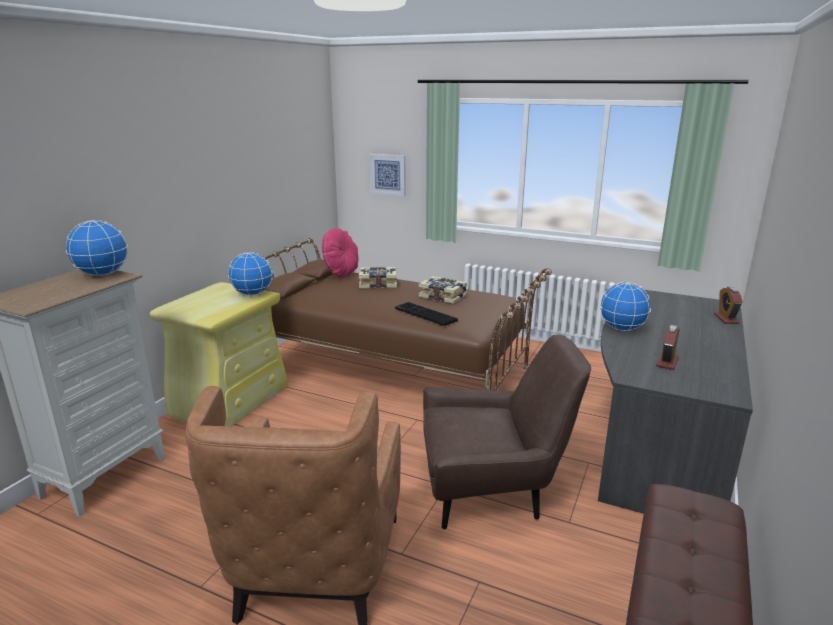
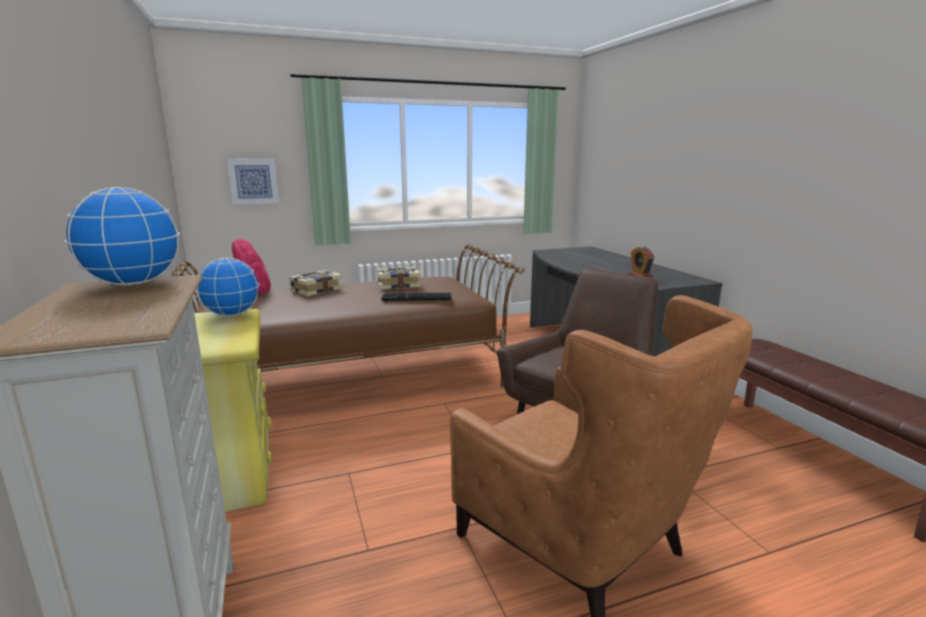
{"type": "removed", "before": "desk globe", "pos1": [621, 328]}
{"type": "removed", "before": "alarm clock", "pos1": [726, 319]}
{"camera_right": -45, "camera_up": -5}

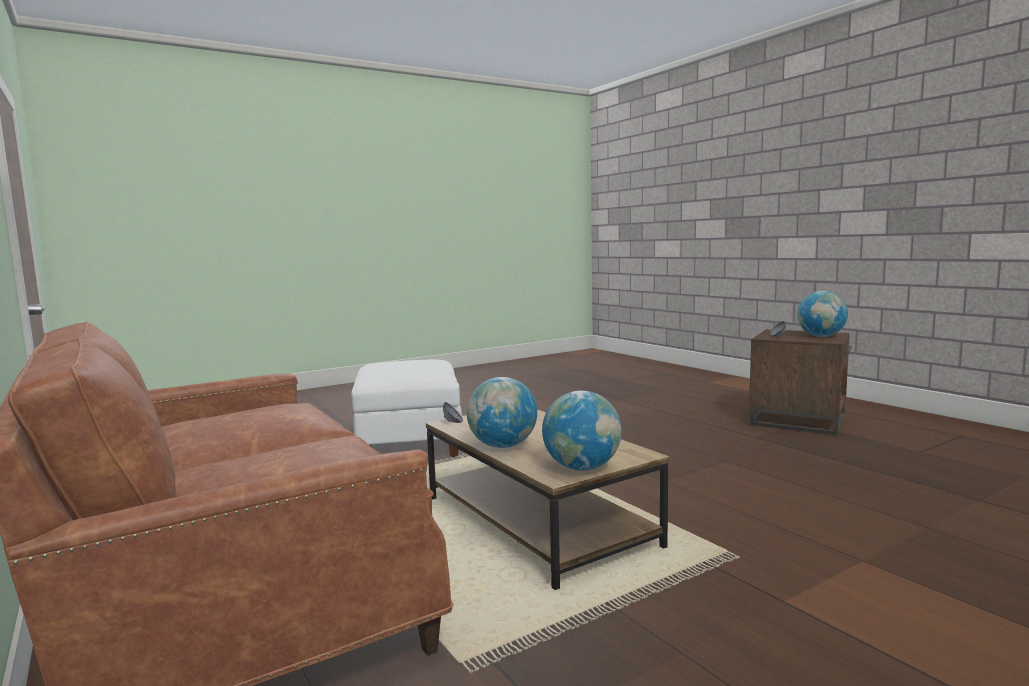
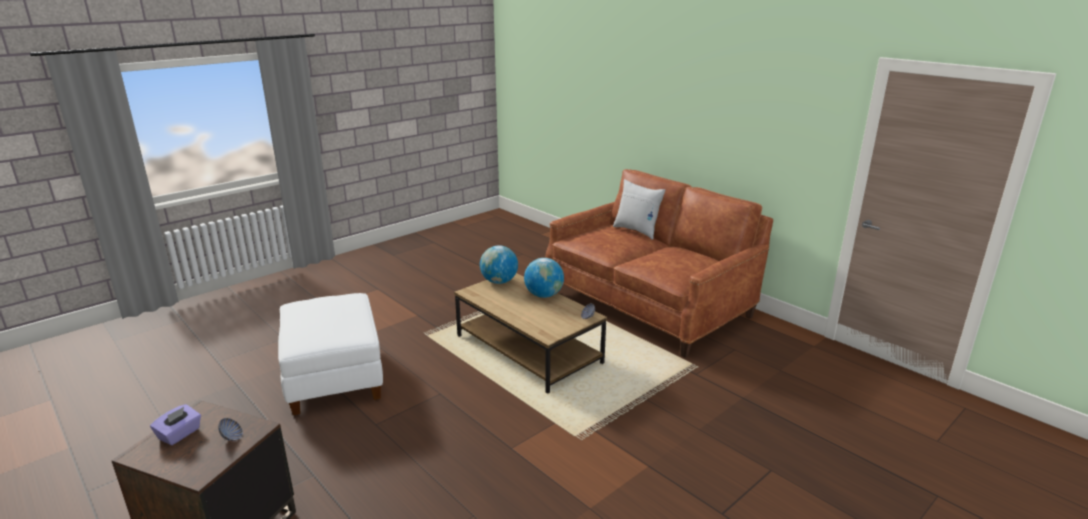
{"type": "replaced", "before": "desk globe", "after": "purplish tissue holder", "pos1": [821, 336], "pos2": [180, 434]}
{"type": "moved", "before": "whitish ottoman", "pos1": [410, 442], "pos2": [334, 378]}
{"type": "added", "after": "gray cushion", "pos2": [636, 231]}
{"camera_right": 170, "camera_up": 15}

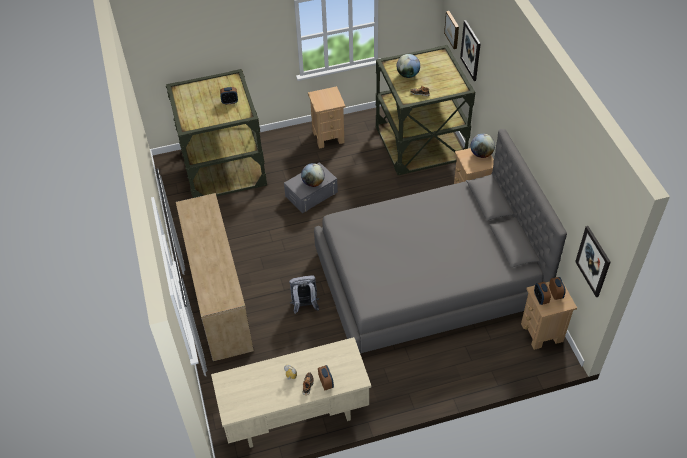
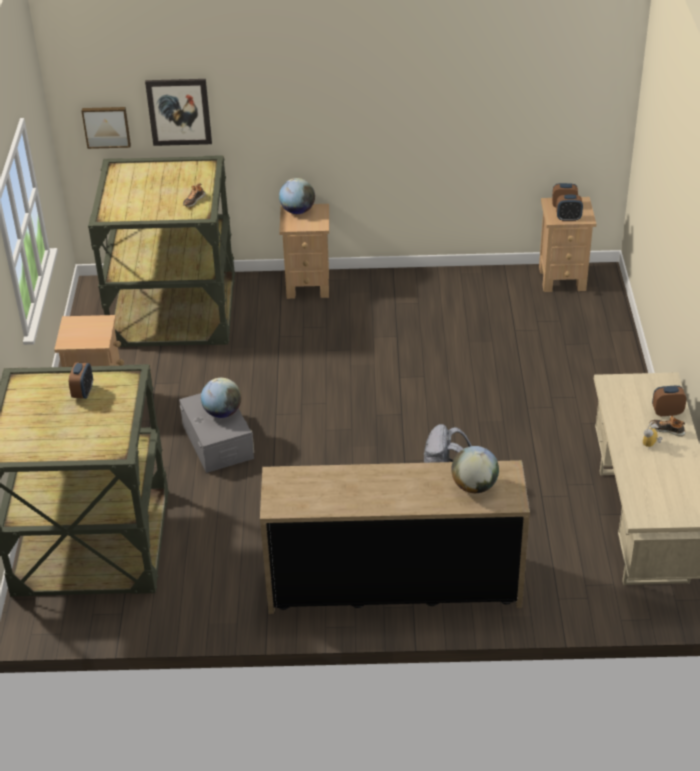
{"type": "moved", "before": "desk globe", "pos1": [408, 75], "pos2": [474, 486]}
{"type": "removed", "before": "gray sleeping bed", "pos1": [428, 279]}
{"type": "removed", "before": "wall art", "pos1": [593, 261]}
{"camera_right": -75, "camera_up": -10}

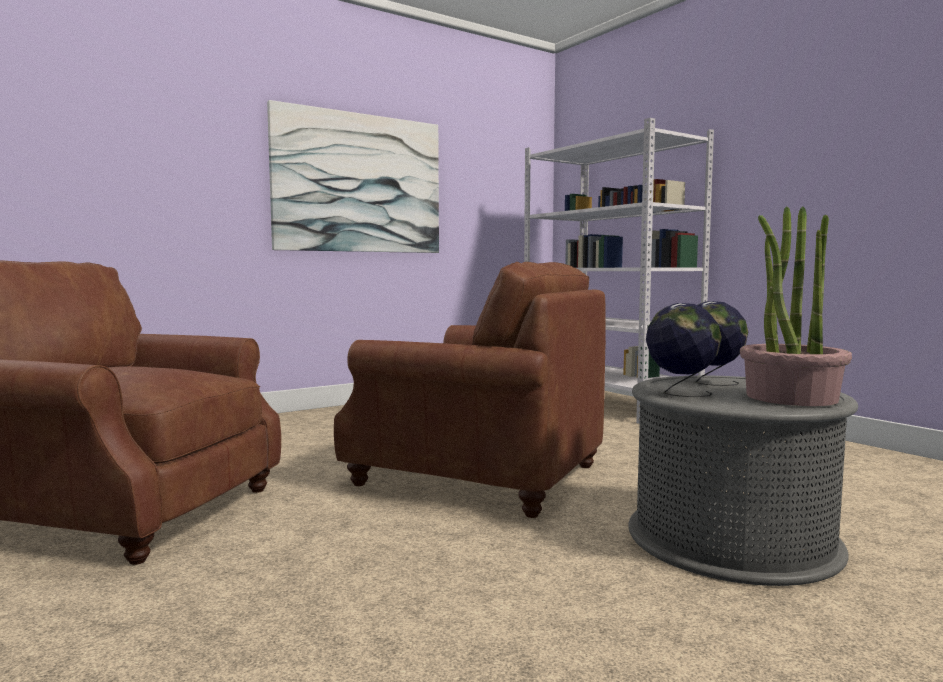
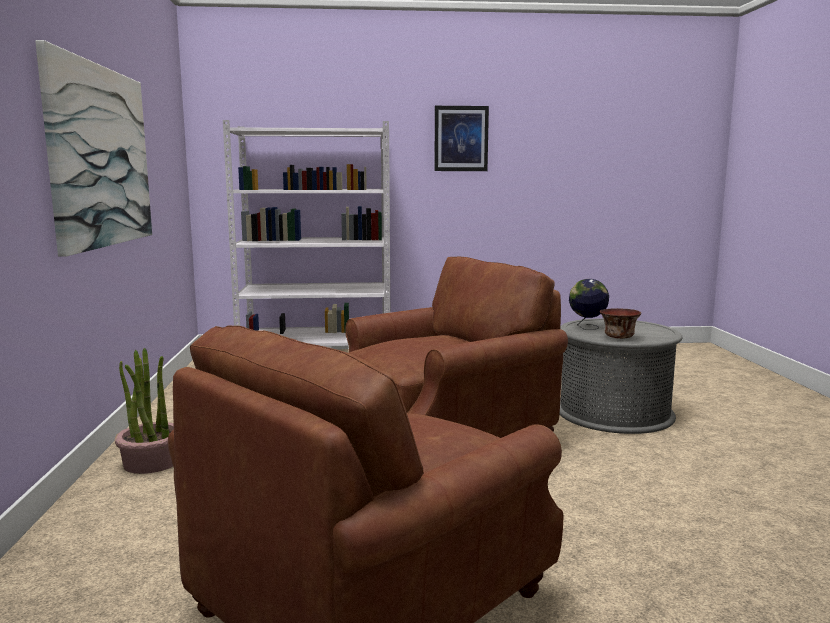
{"type": "moved", "before": "plant in a pot", "pos1": [791, 397], "pos2": [151, 462]}
{"type": "replaced", "before": "desk globe", "after": "deep dish", "pos1": [680, 393], "pos2": [619, 337]}
{"type": "added", "after": "wall art", "pos2": [461, 138]}
{"camera_right": -60, "camera_up": 5}

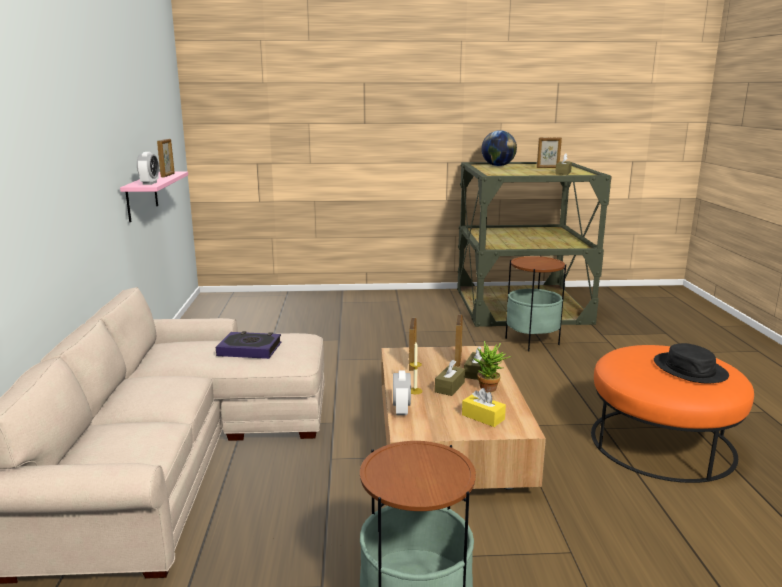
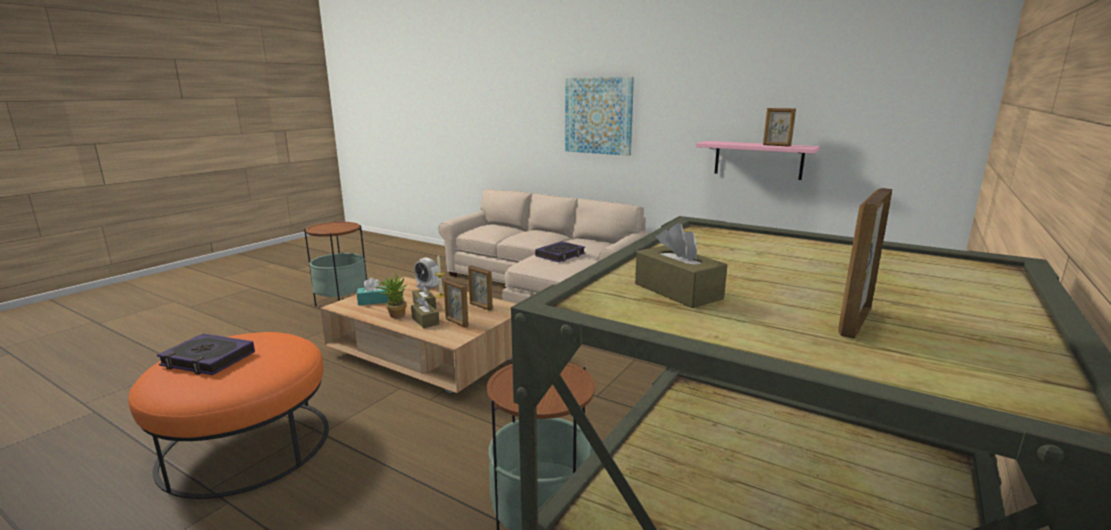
{"type": "removed", "before": "desk globe", "pos1": [498, 166]}
{"type": "removed", "before": "alarm clock", "pos1": [149, 183]}
{"type": "replaced", "before": "black-coloured clothing hat", "after": "book", "pos1": [690, 369], "pos2": [208, 359]}
{"type": "recoloured", "before": "yellowish tissue holder", "after": "blue-green tissue holder", "pos1": [483, 417], "pos2": [373, 301]}
{"type": "added", "after": "wall art", "pos2": [598, 116]}
{"camera_right": 125, "camera_up": 0}

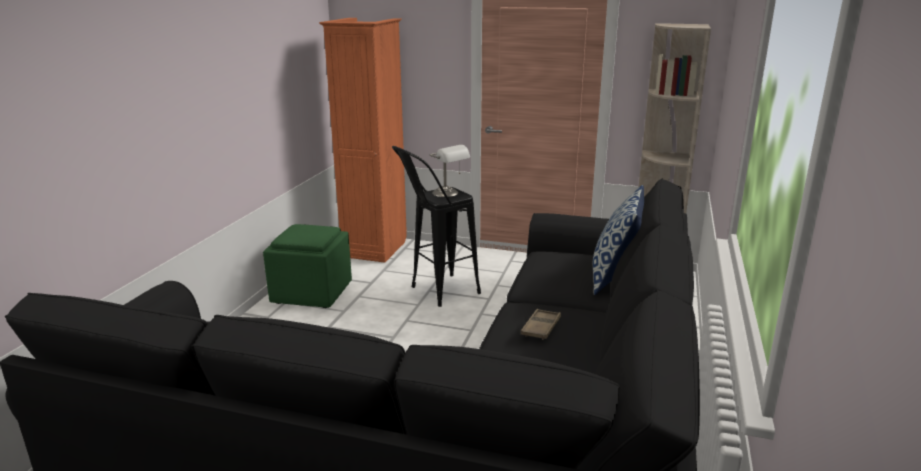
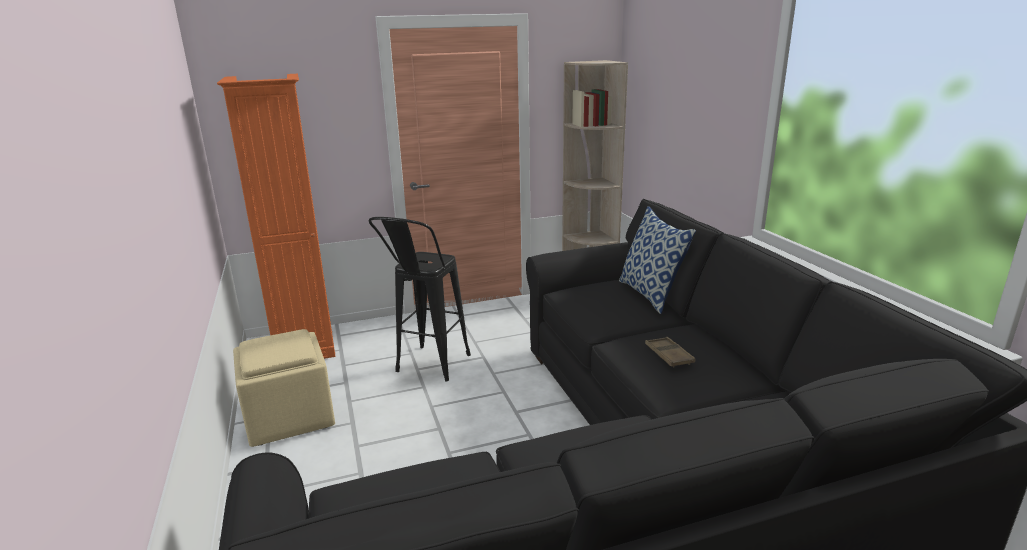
{"type": "removed", "before": "whitish lamp for a table", "pos1": [449, 194]}
{"type": "recoloured", "before": "green-coloured ottoman", "after": "beige-coloured ottoman", "pos1": [313, 293], "pos2": [290, 417]}
{"camera_right": -35, "camera_up": 0}

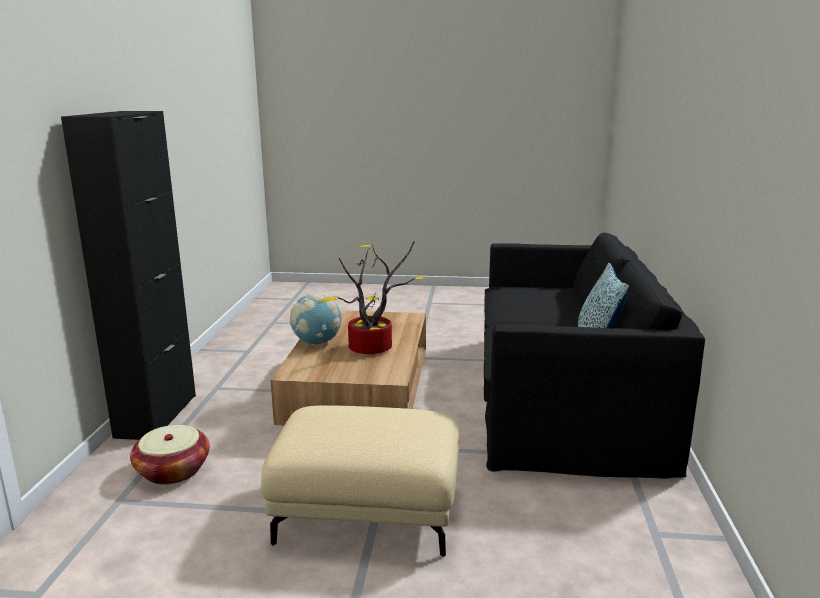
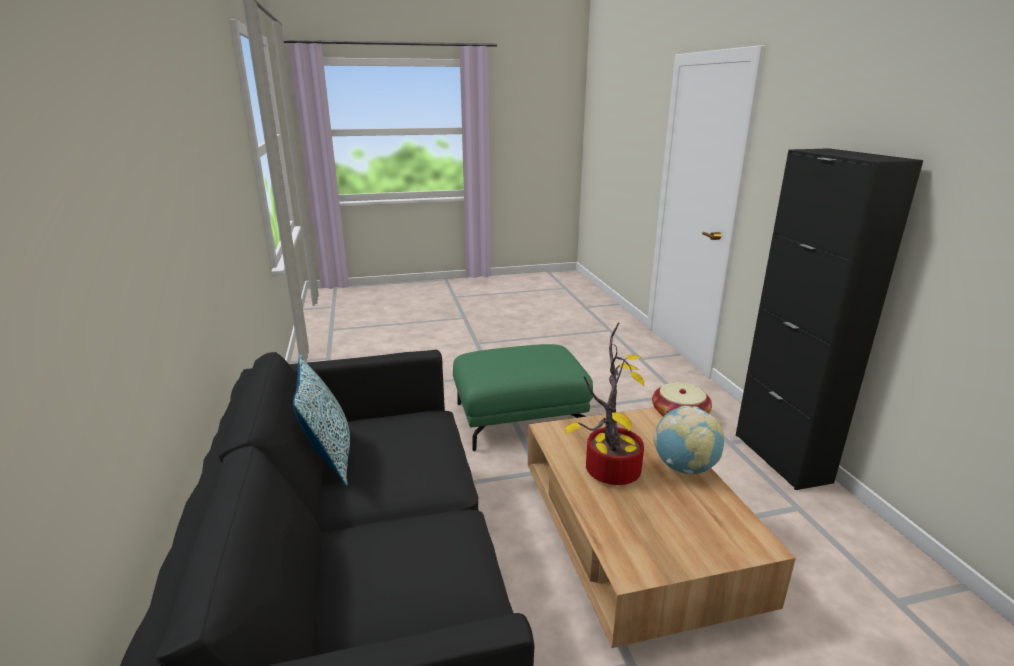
{"type": "recoloured", "before": "beige-coloured ottoman", "after": "green-coloured ottoman", "pos1": [366, 512], "pos2": [520, 418]}
{"camera_right": 160, "camera_up": 5}

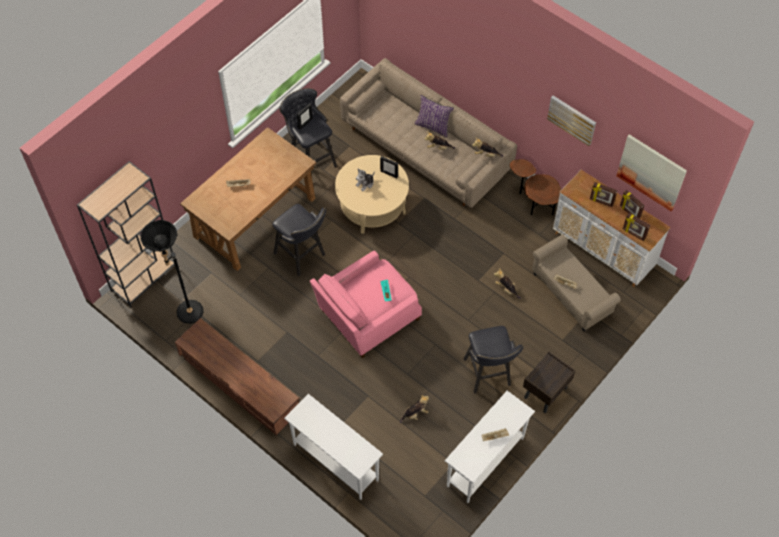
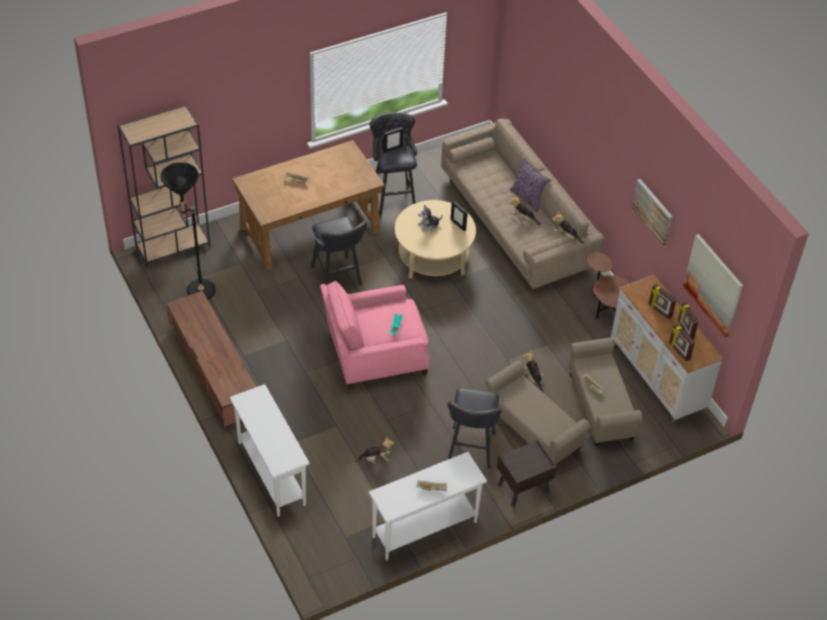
{"type": "added", "after": "beige-coloured ottoman", "pos2": [533, 429]}
{"camera_right": 20, "camera_up": -10}

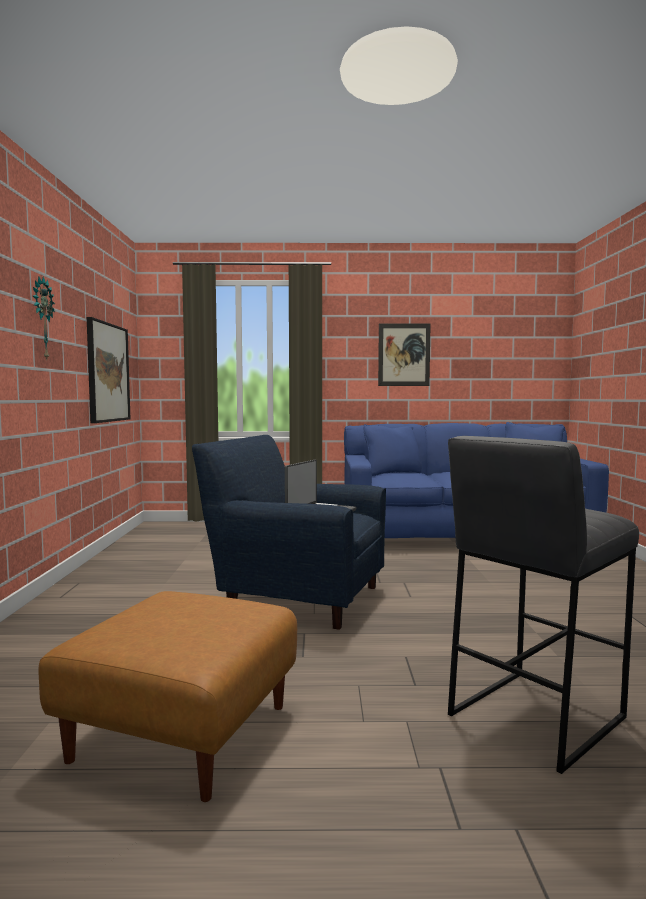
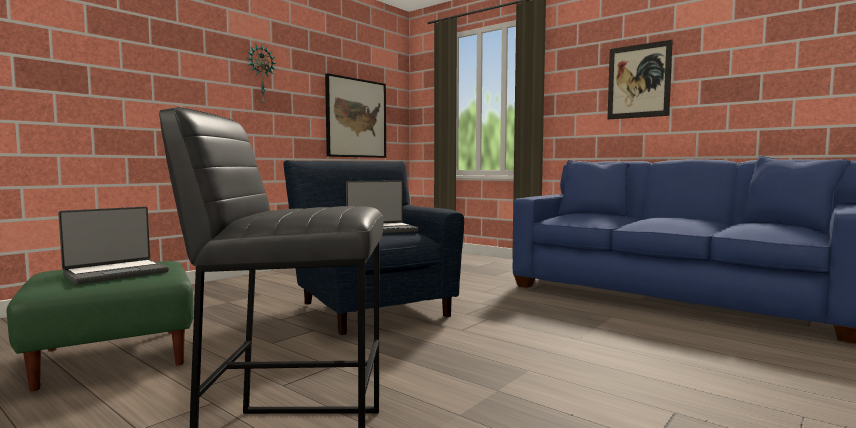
{"type": "recoloured", "before": "brown-coloured ottoman", "after": "green-coloured ottoman", "pos1": [182, 731], "pos2": [114, 356]}
{"type": "added", "after": "portable computer", "pos2": [116, 273]}
{"camera_right": 40, "camera_up": 0}

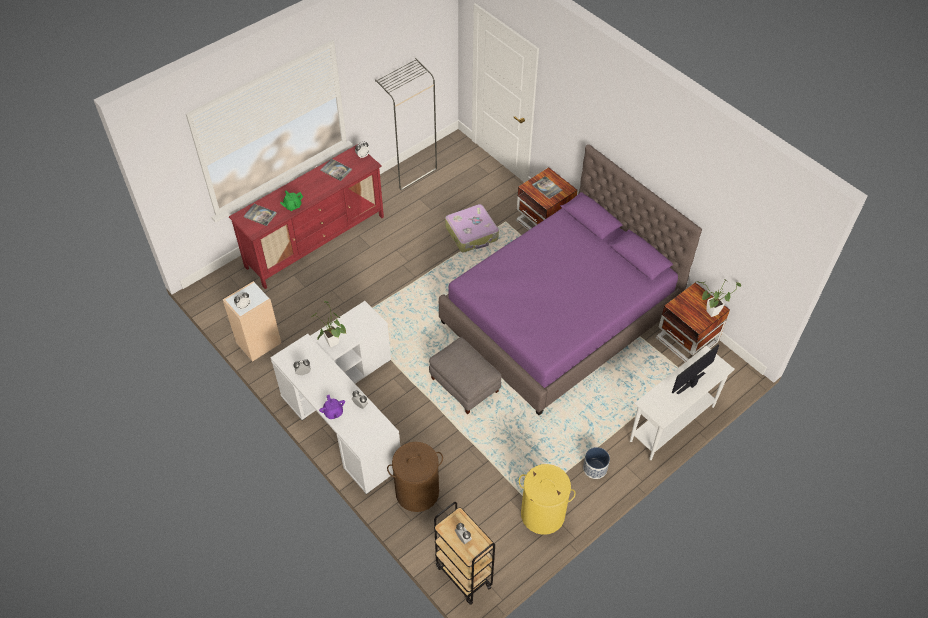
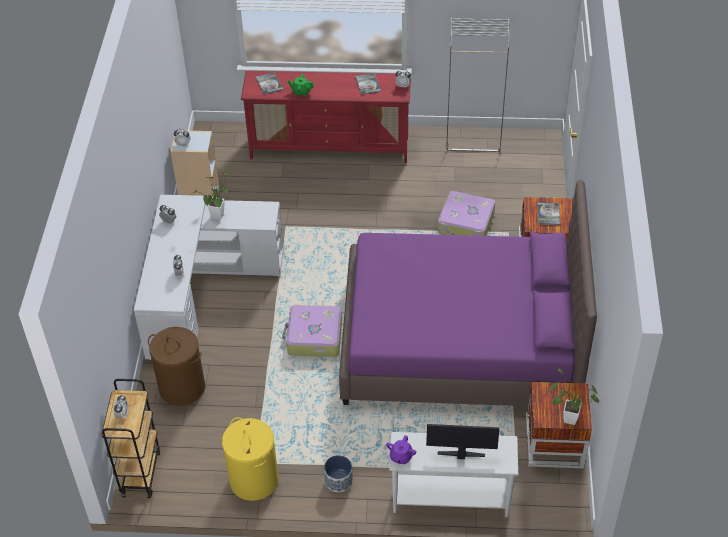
{"type": "replaced", "before": "gray ottoman", "after": "piece of luggage", "pos1": [465, 384], "pos2": [314, 337]}
{"type": "moved", "before": "purplish tea pot", "pos1": [333, 412], "pos2": [401, 457]}
{"camera_right": 45, "camera_up": -5}

